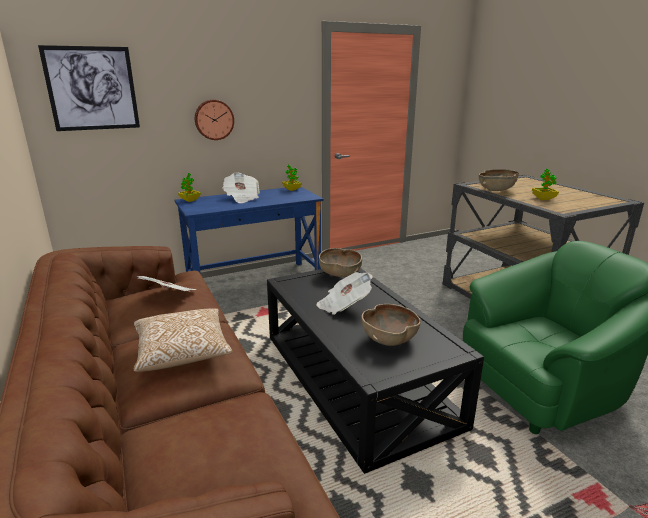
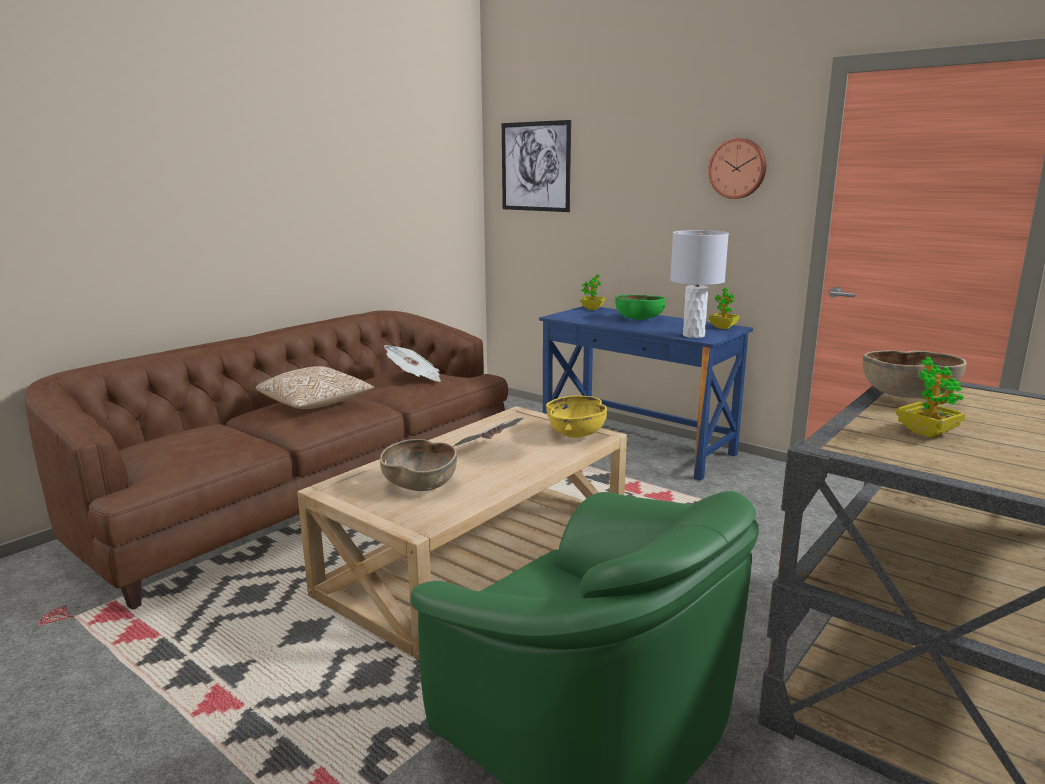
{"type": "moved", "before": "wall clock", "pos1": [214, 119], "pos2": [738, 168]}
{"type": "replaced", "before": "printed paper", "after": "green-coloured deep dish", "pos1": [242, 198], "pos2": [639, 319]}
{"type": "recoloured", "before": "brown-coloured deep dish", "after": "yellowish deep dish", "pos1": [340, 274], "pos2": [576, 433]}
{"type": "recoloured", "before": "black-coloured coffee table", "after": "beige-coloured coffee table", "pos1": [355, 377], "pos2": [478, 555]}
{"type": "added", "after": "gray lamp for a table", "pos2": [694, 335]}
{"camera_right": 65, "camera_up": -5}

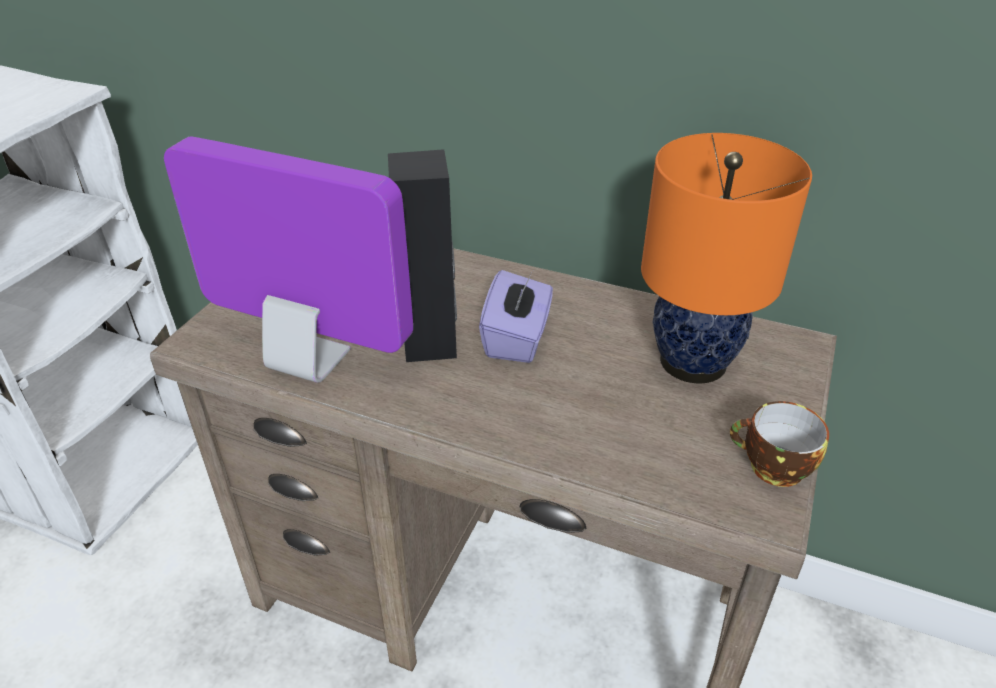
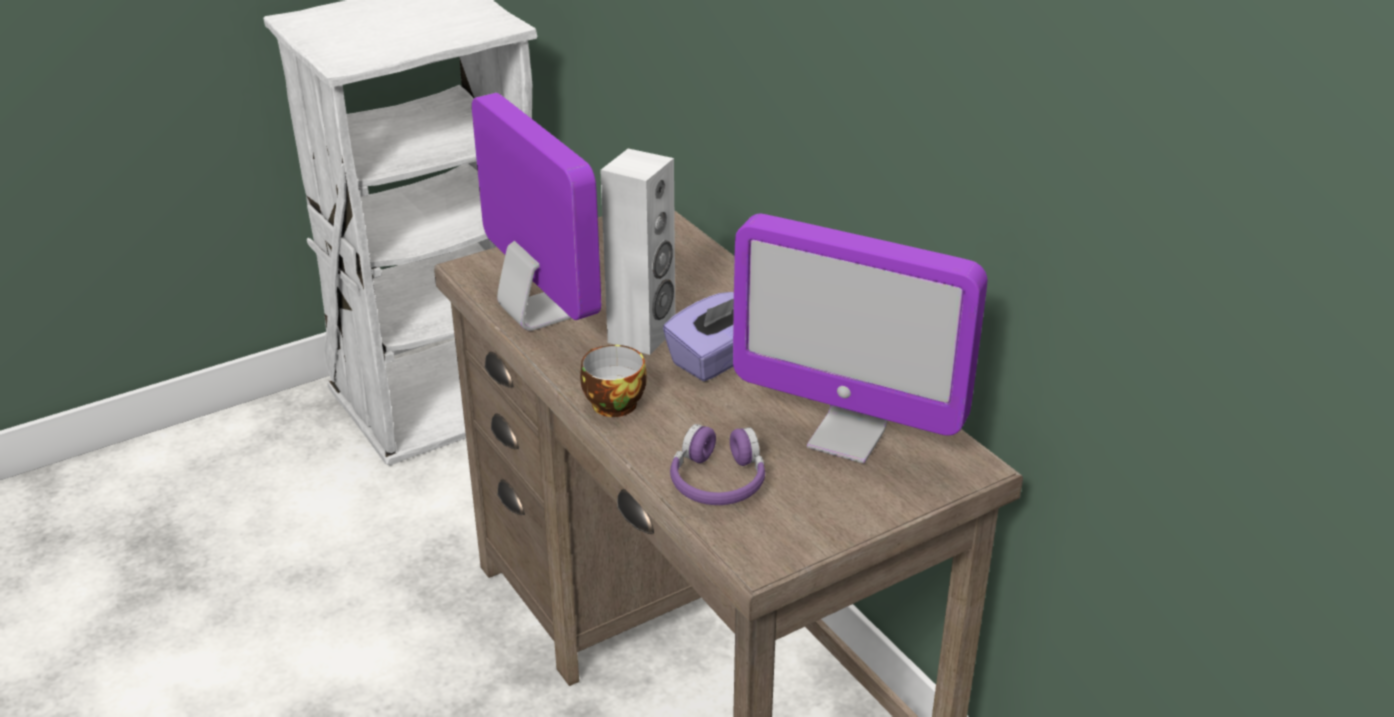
{"type": "replaced", "before": "orange lamp for a table", "after": "computer screen", "pos1": [693, 361], "pos2": [847, 437]}
{"type": "recoloured", "before": "black-coloured loudspeaker", "after": "whitish loudspeaker", "pos1": [430, 342], "pos2": [642, 336]}
{"type": "moved", "before": "cup", "pos1": [772, 468], "pos2": [610, 403]}
{"type": "added", "after": "purplish headphones", "pos2": [718, 481]}
{"camera_right": 35, "camera_up": -5}

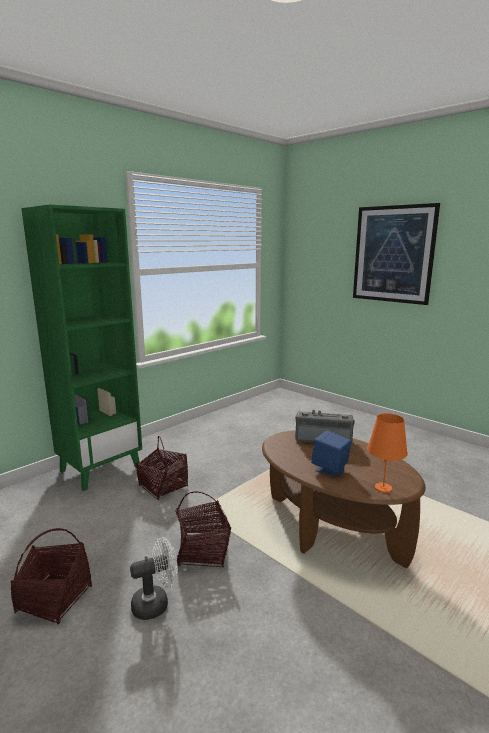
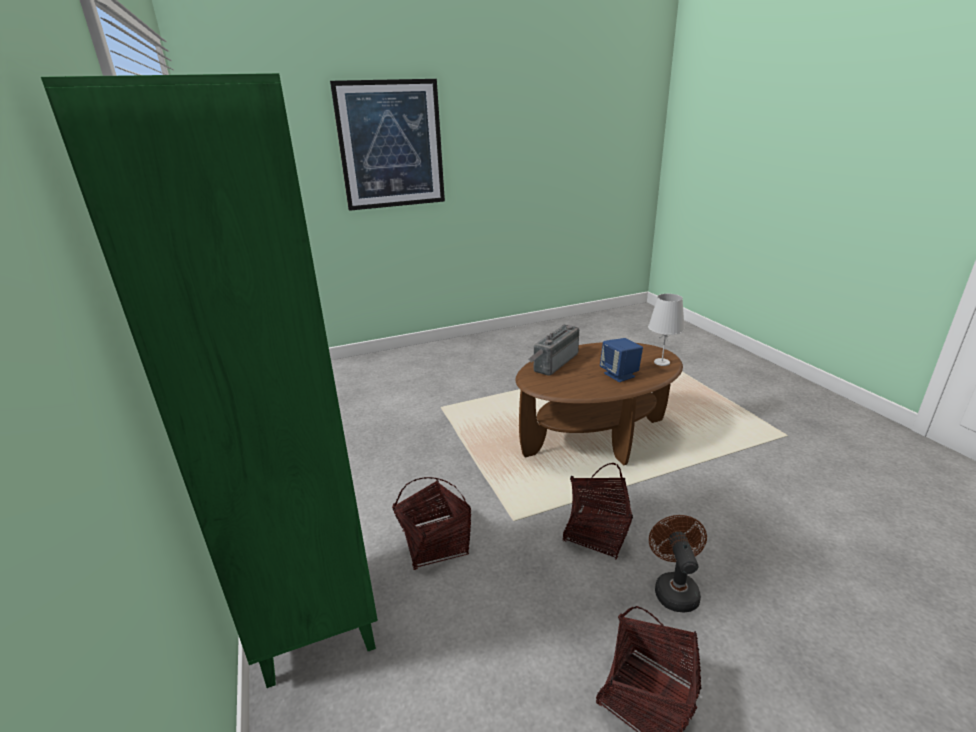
{"type": "recoloured", "before": "orange lamp for a table", "after": "whitish lamp for a table", "pos1": [383, 488], "pos2": [662, 362]}
{"type": "recoloured", "before": "whitish electric fan", "after": "brown-coloured electric fan", "pos1": [156, 603], "pos2": [674, 588]}
{"camera_right": -65, "camera_up": 10}

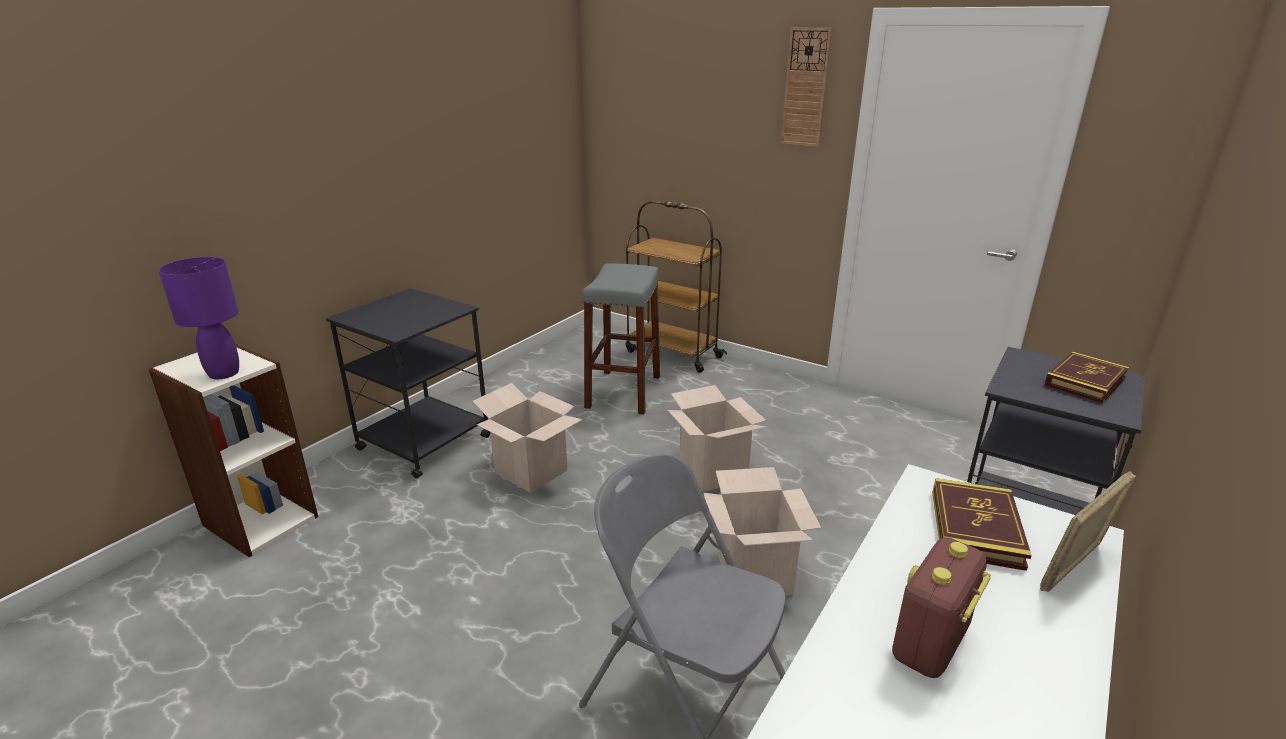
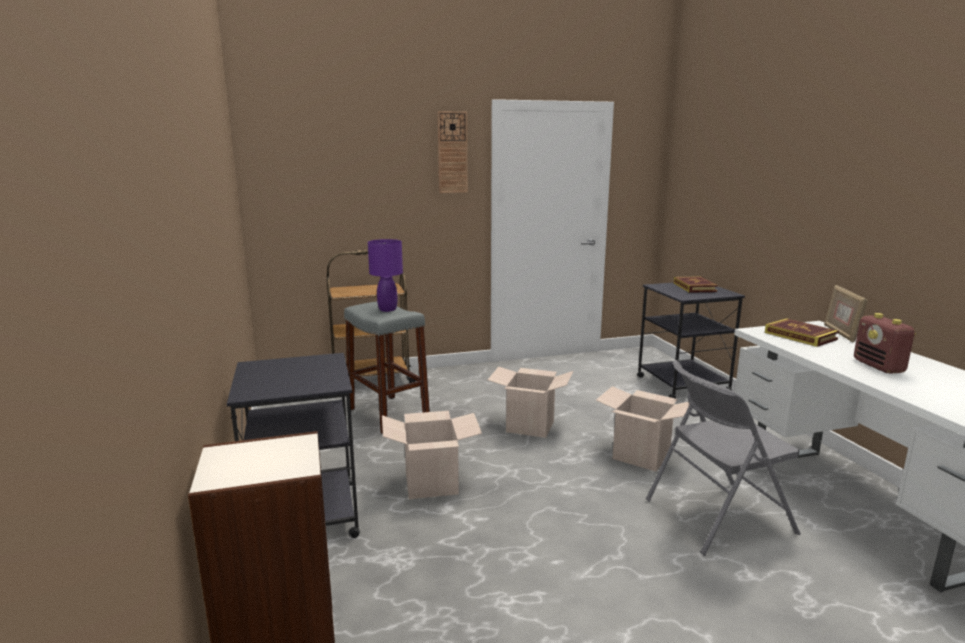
{"type": "moved", "before": "purplish lamp for a table", "pos1": [224, 373], "pos2": [387, 309]}
{"camera_right": -50, "camera_up": -10}

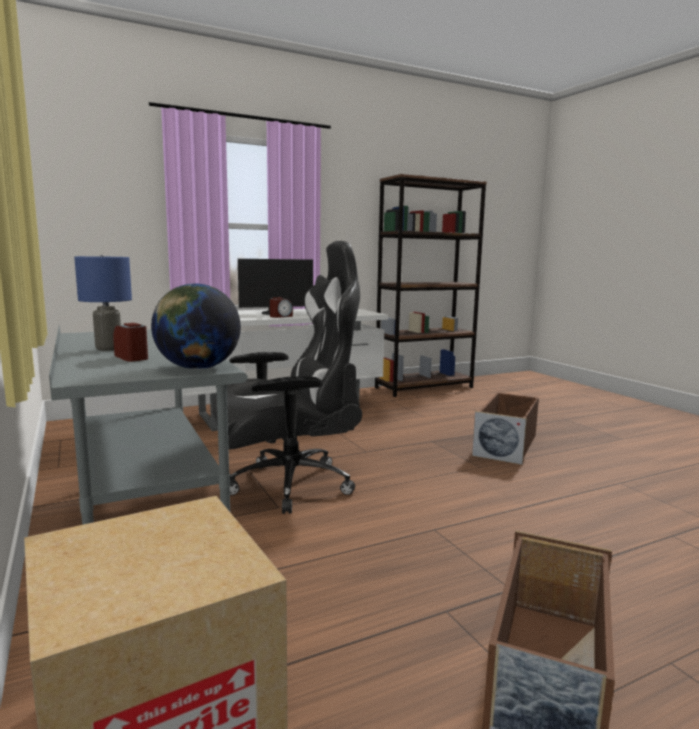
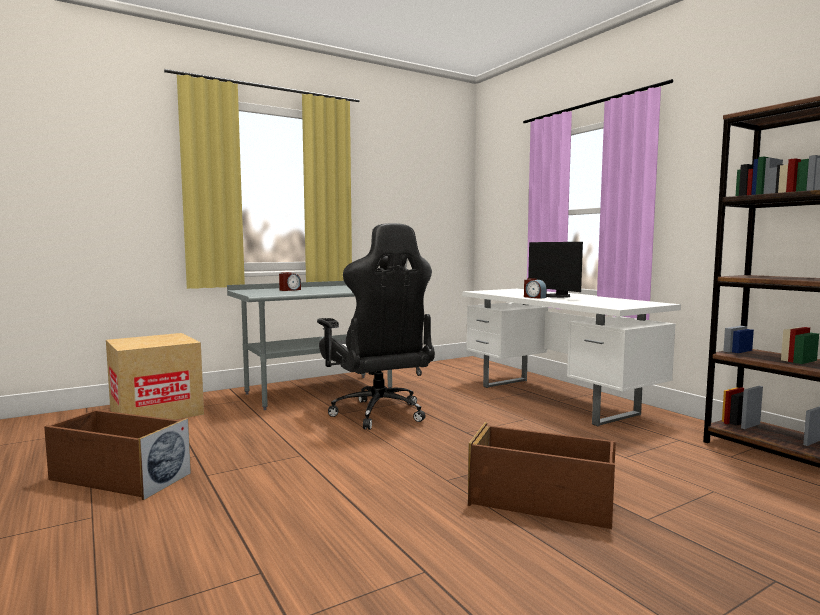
{"type": "removed", "before": "blue-coloured lamp for a table", "pos1": [109, 349]}
{"type": "removed", "before": "desk globe", "pos1": [197, 368]}
{"camera_right": 85, "camera_up": -5}

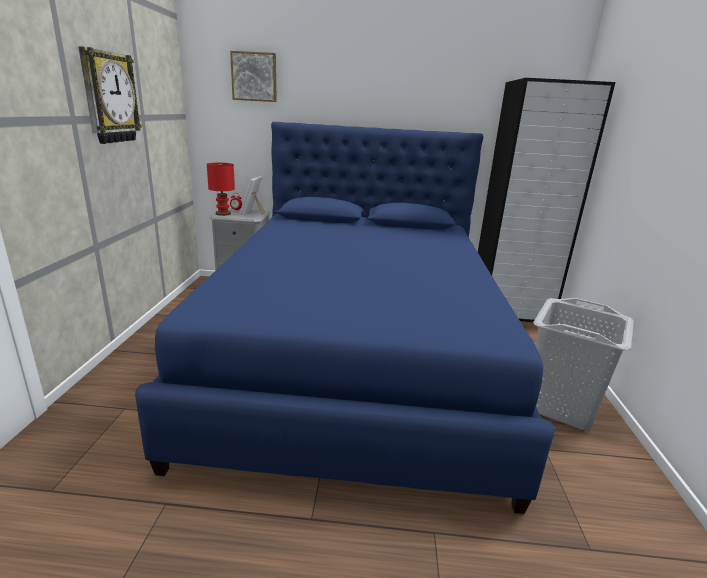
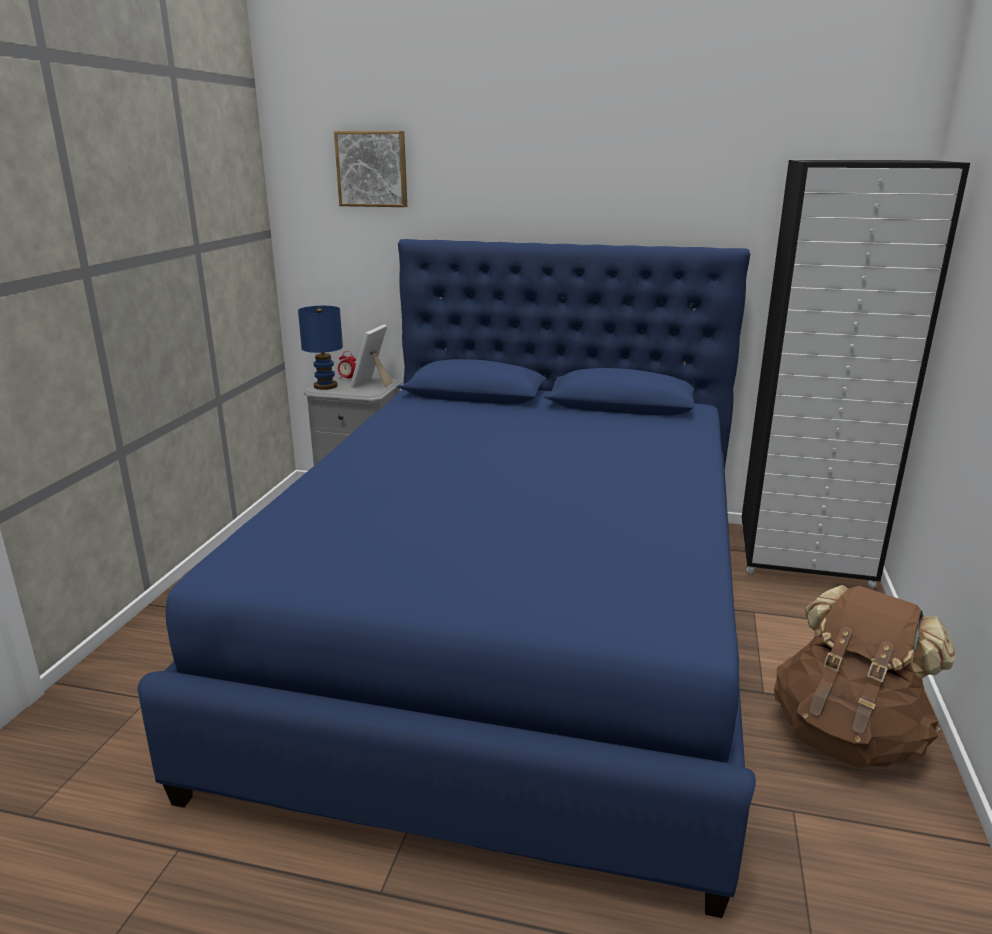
{"type": "removed", "before": "wall clock", "pos1": [109, 98]}
{"type": "recoloured", "before": "red-coloured lamp for a table", "after": "blue-coloured lamp for a table", "pos1": [223, 214], "pos2": [326, 386]}
{"type": "replaced", "before": "gray hamper", "after": "brown-coloured rucksack", "pos1": [561, 406], "pos2": [847, 736]}
{"camera_right": 10, "camera_up": 0}

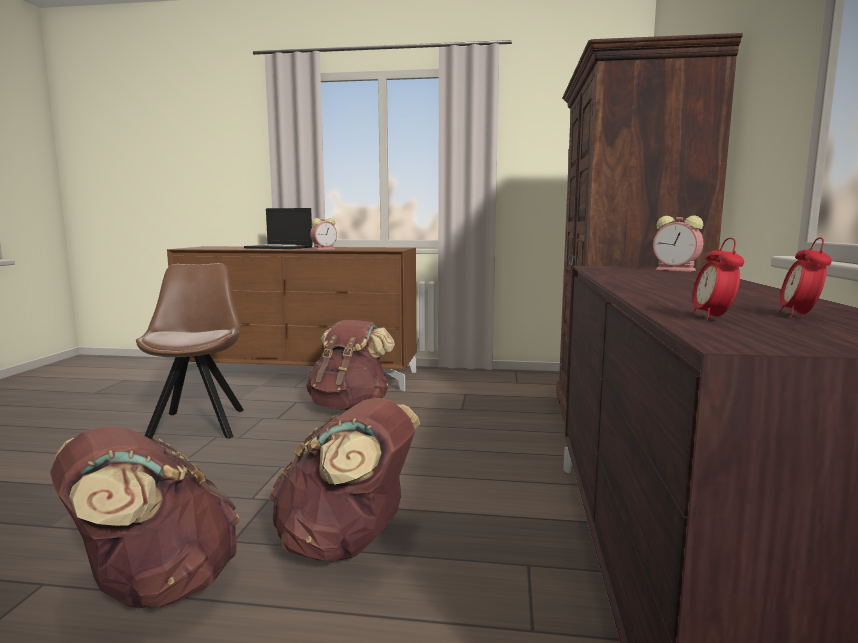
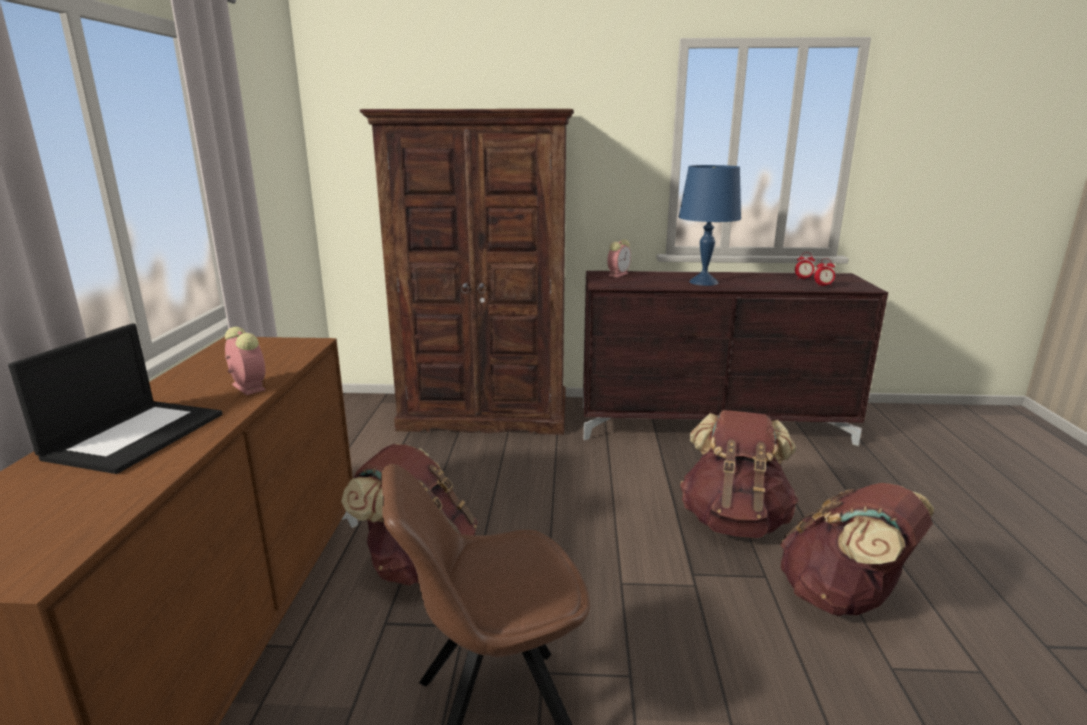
{"type": "added", "after": "blue-coloured lamp for a table", "pos2": [703, 282]}
{"camera_right": -95, "camera_up": 10}

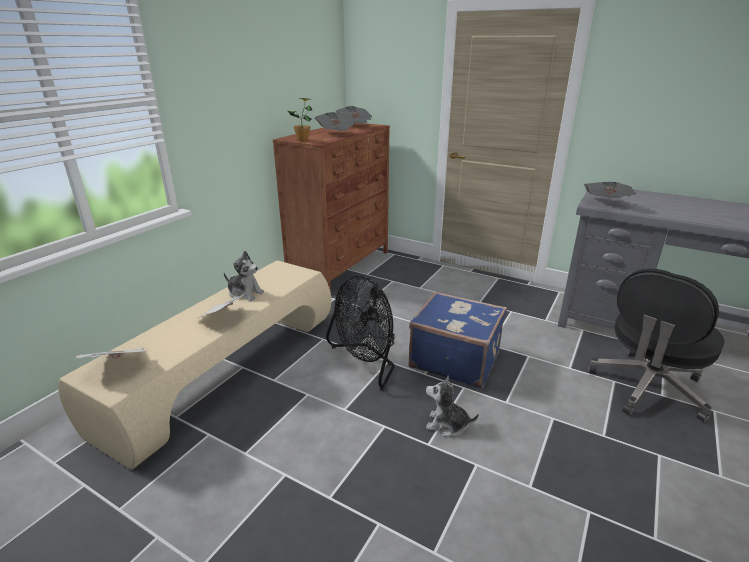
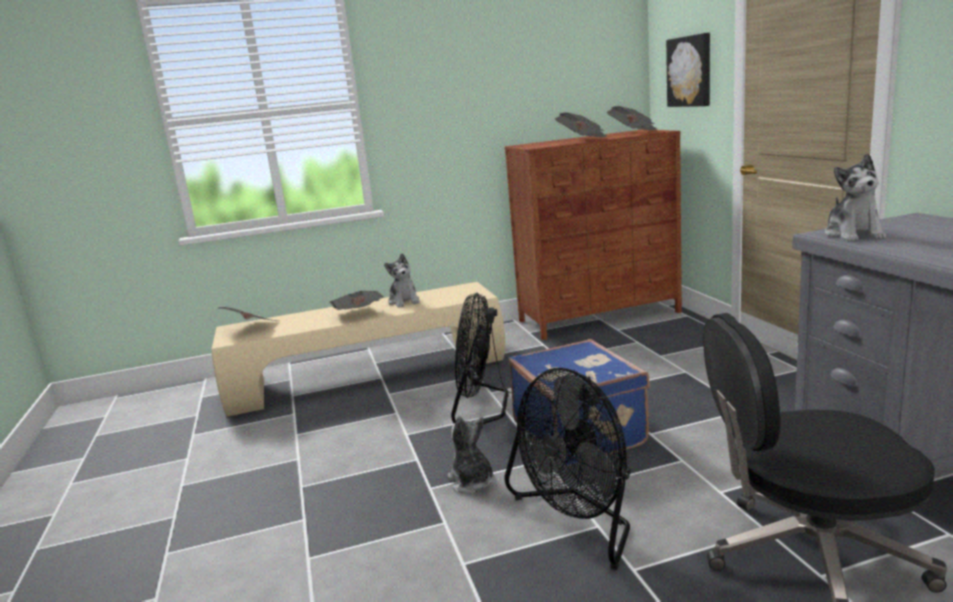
{"type": "removed", "before": "plant in a pot", "pos1": [302, 140]}
{"type": "replaced", "before": "printed paper", "after": "cuddly toy", "pos1": [606, 203], "pos2": [853, 234]}
{"type": "added", "after": "wall art", "pos2": [690, 71]}
{"type": "added", "after": "black-coloured electric fan", "pos2": [581, 515]}
{"camera_right": 45, "camera_up": -10}

